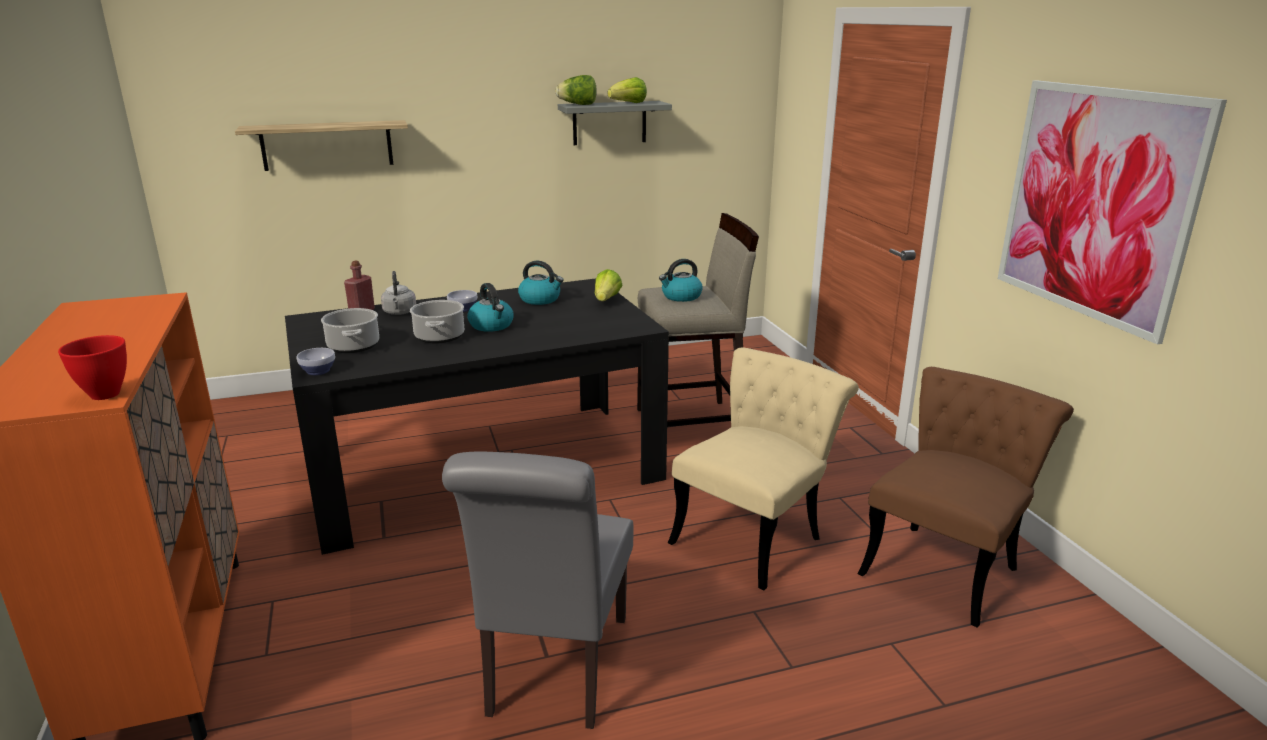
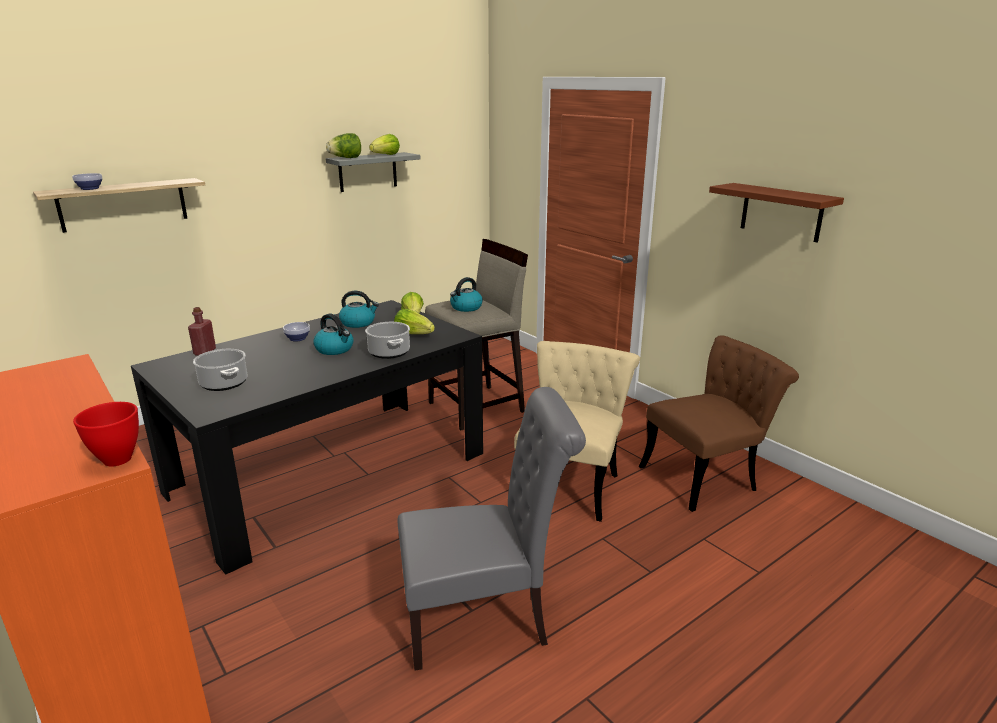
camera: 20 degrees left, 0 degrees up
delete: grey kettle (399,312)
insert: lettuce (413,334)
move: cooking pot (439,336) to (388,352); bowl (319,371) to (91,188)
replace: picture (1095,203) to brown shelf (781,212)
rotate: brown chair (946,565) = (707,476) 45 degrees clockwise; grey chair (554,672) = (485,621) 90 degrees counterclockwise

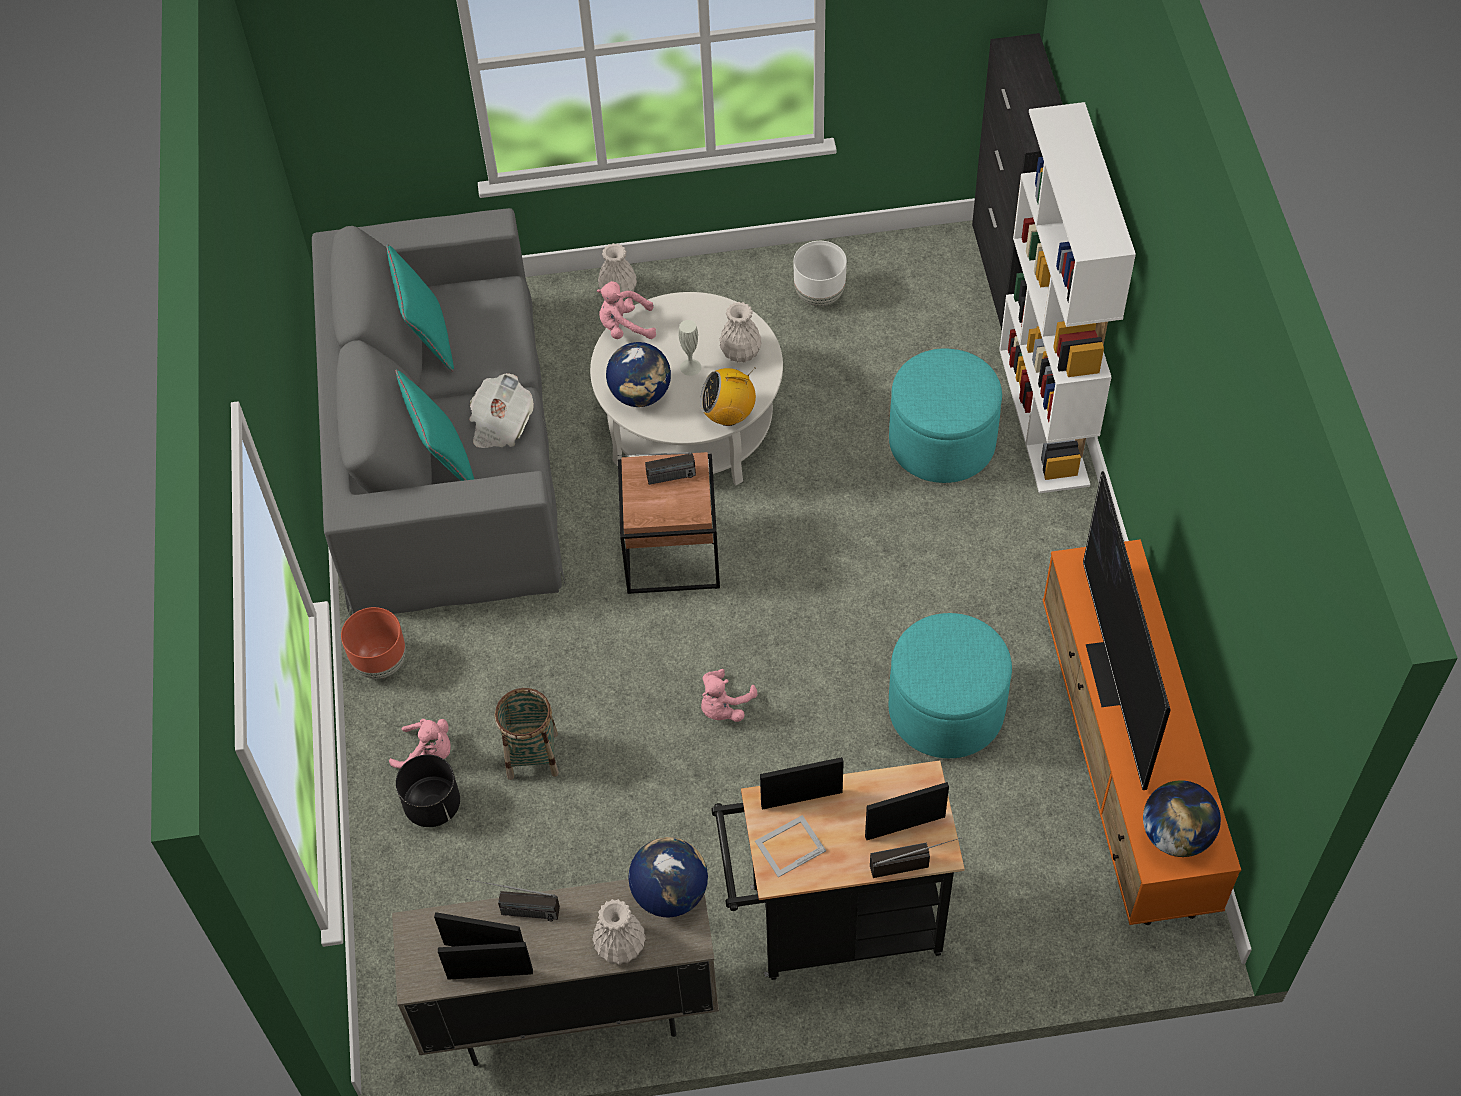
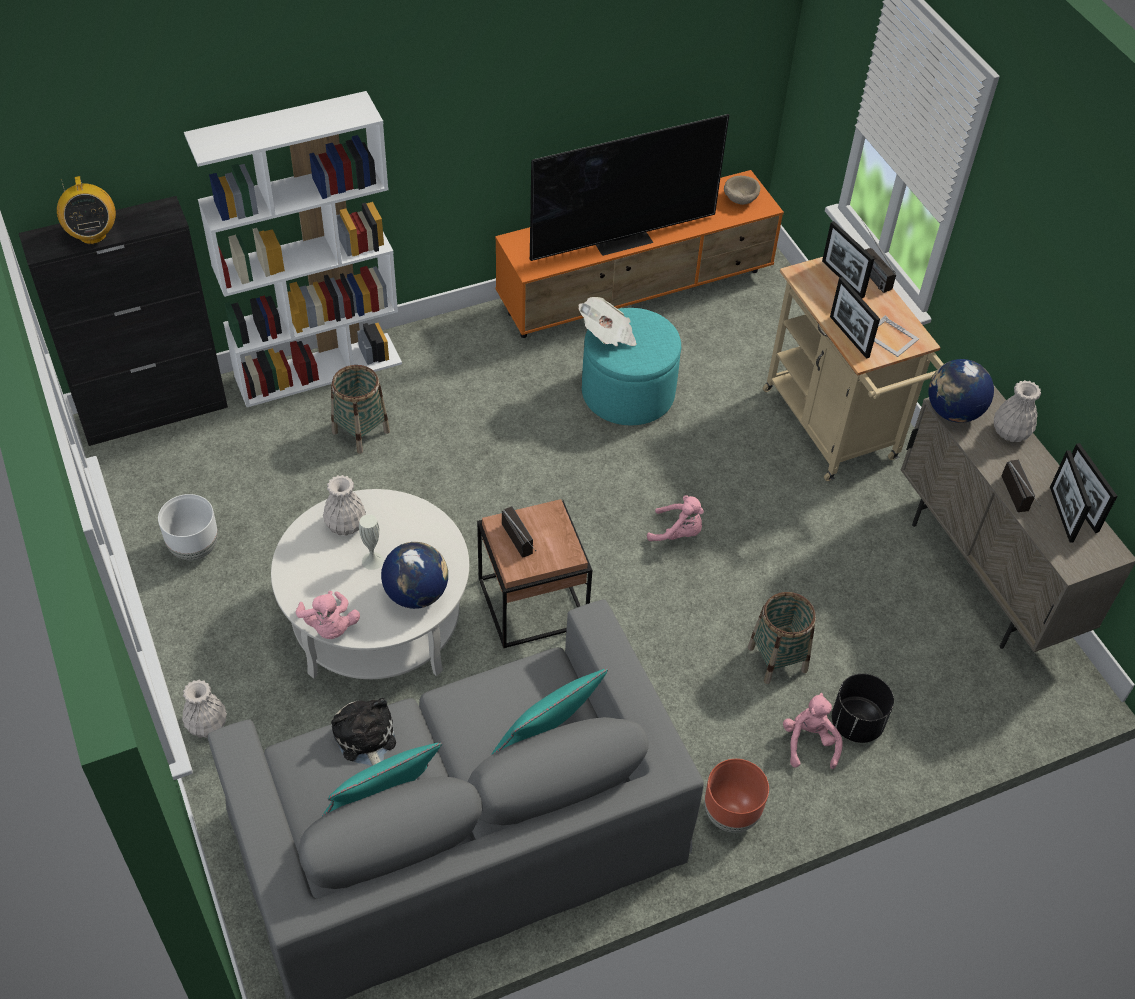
camera: 110 degrees left, 5 degrees down
insert: plush toy (365,740)
move: radio (728,415) to (92,235); newspaper (500,424) to (607,335)
replace: turquoise ottoman (942,442) to basket (361,431); globe (1176,835) to beige bowl (739,199)
recolor: black cart (833,924) to beige cart (835,431)

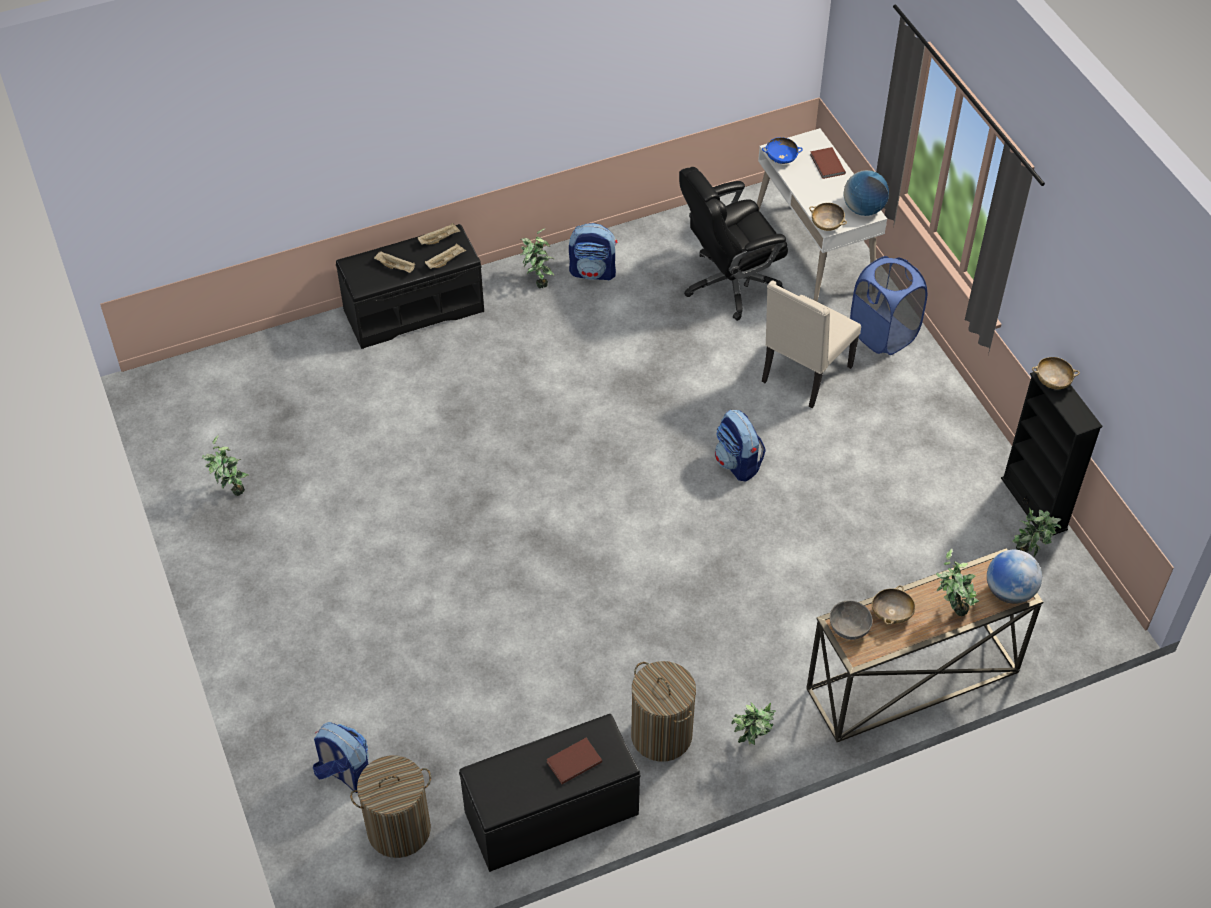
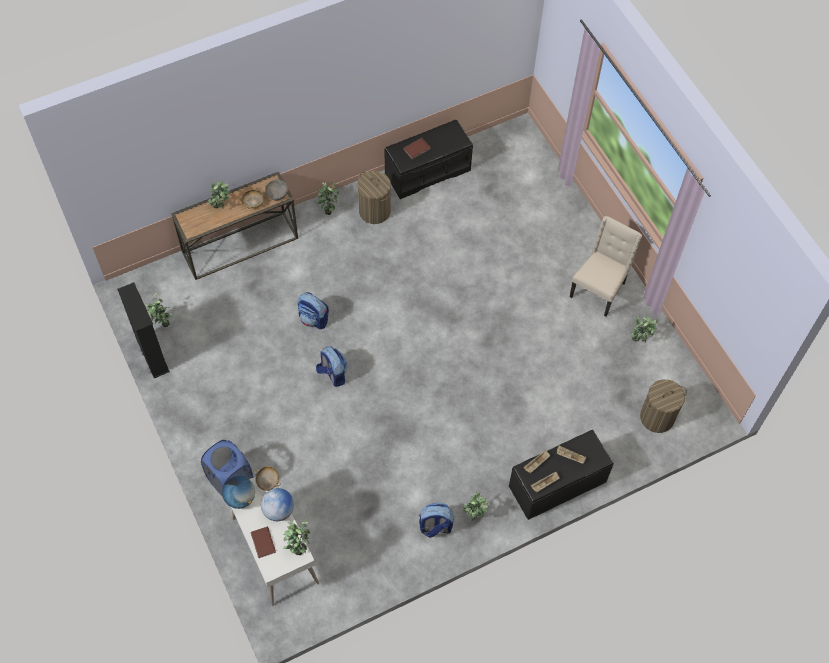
camera: 175 degrees right, 10 degrees up
delete: black office chair (730,284); beige bowl (1052,381)
move: beige chair (804,375) to (598,289); globe (1009,591) to (278,510); backpack (345,773) to (314,319); laundry basket (399,829) to (657,417)
replace: blue bowl (781,159) to potted plant (298,546)

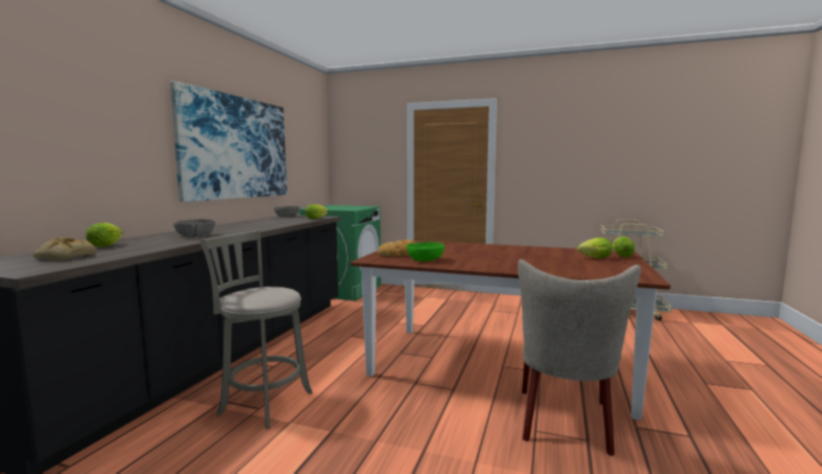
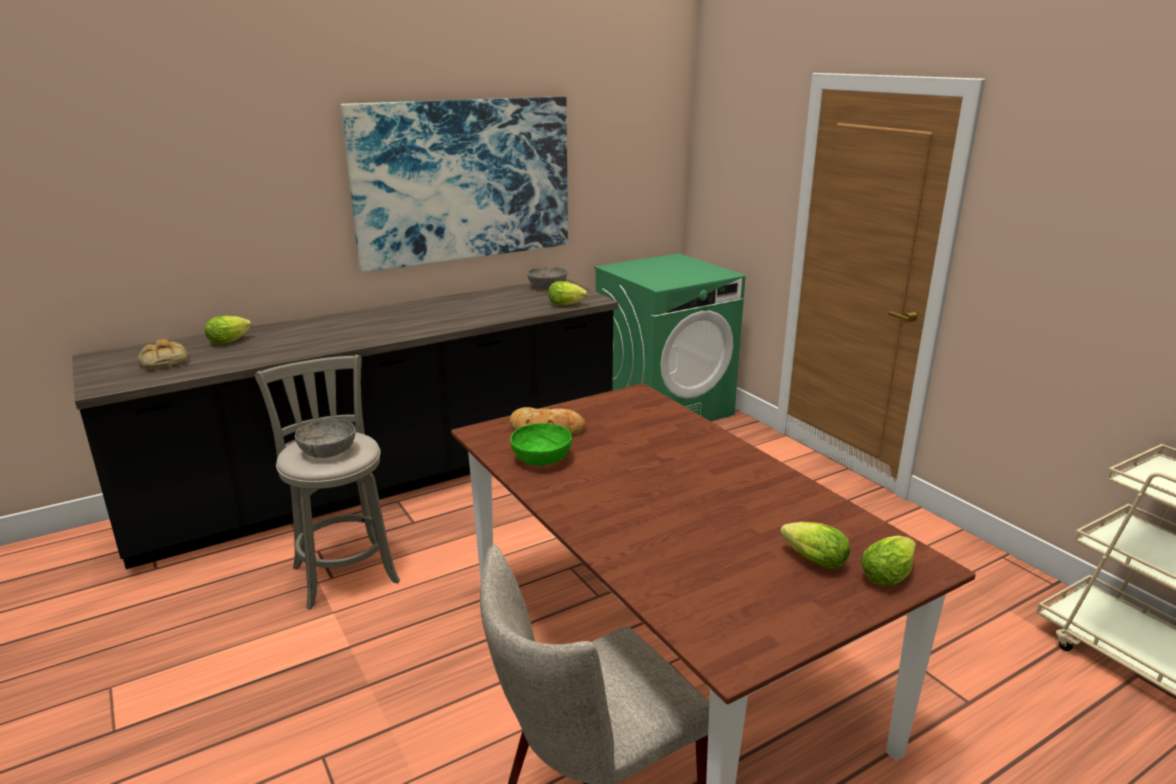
camera: 40 degrees right, 15 degrees up
move: grey bowl (195,235) to (327,451)

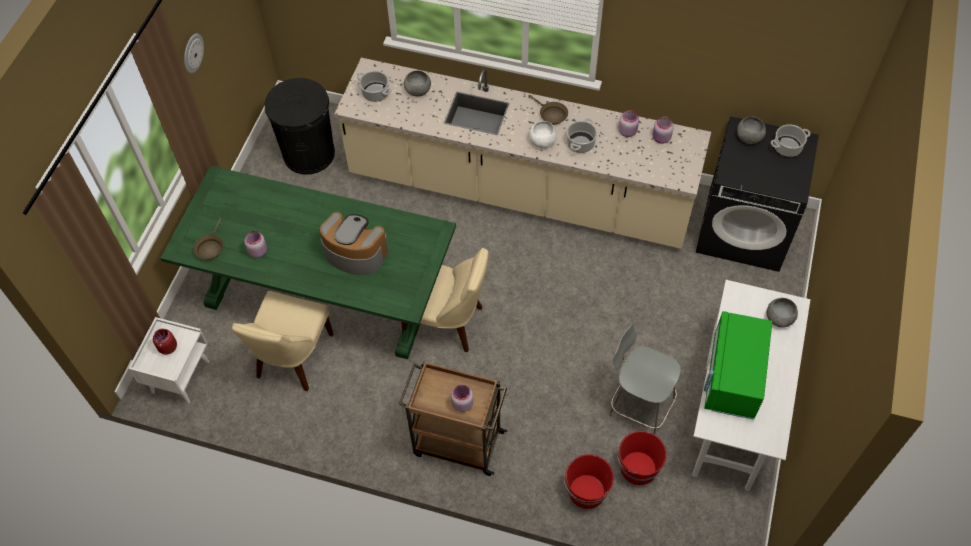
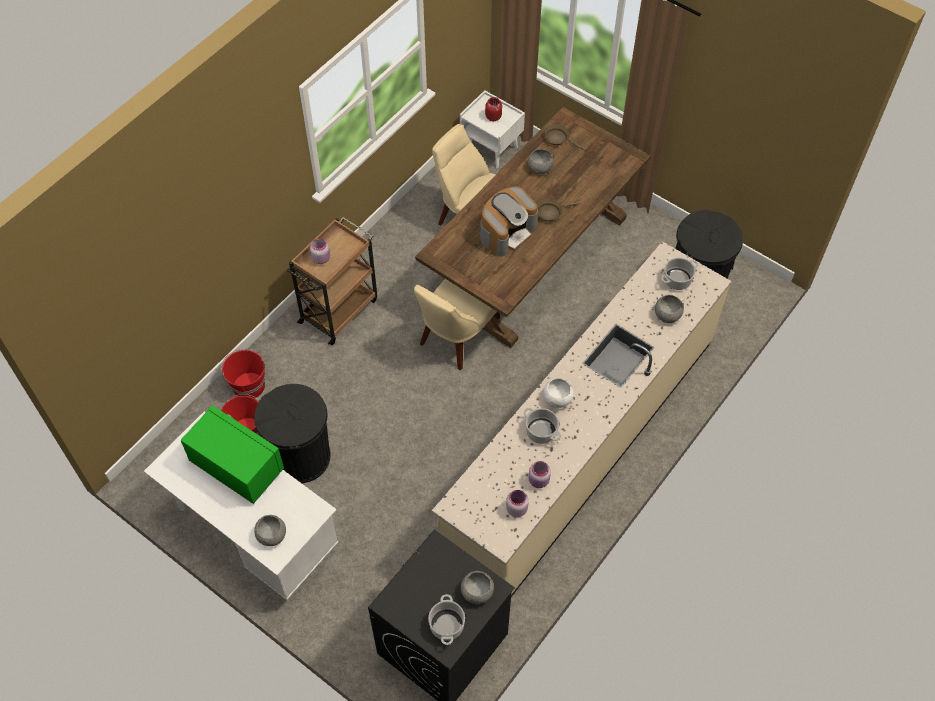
camera: 110 degrees right, 0 degrees up
delete: wall clock (192,53)
move: brown frying pan (551,115) to (551,212)
replace: pink jar (258,251) to grey bowl (540,168); grey stool (639,405) to black trash can (301,457)
recolor: green dining table (322,291) to brown dining table (532,257)

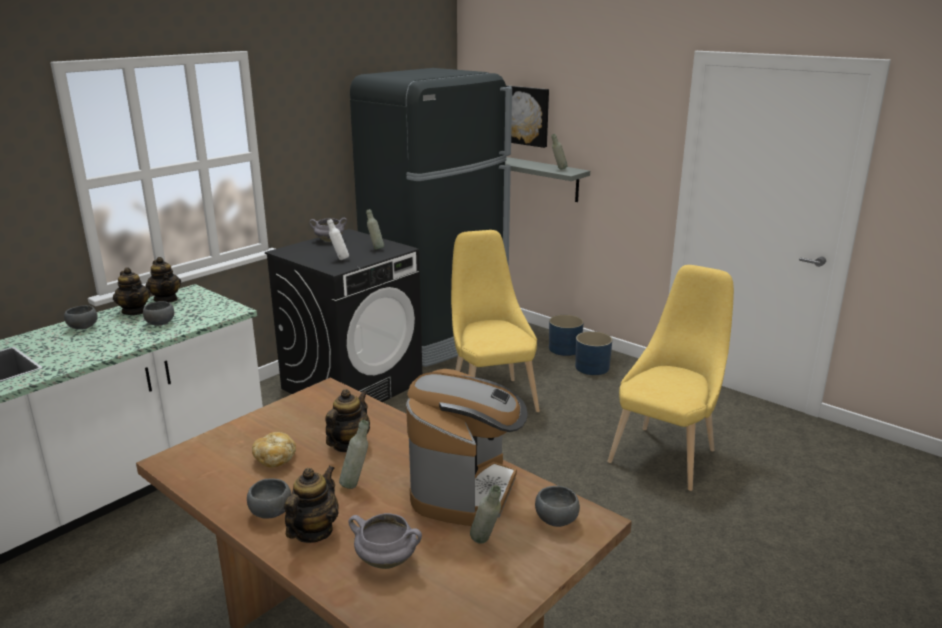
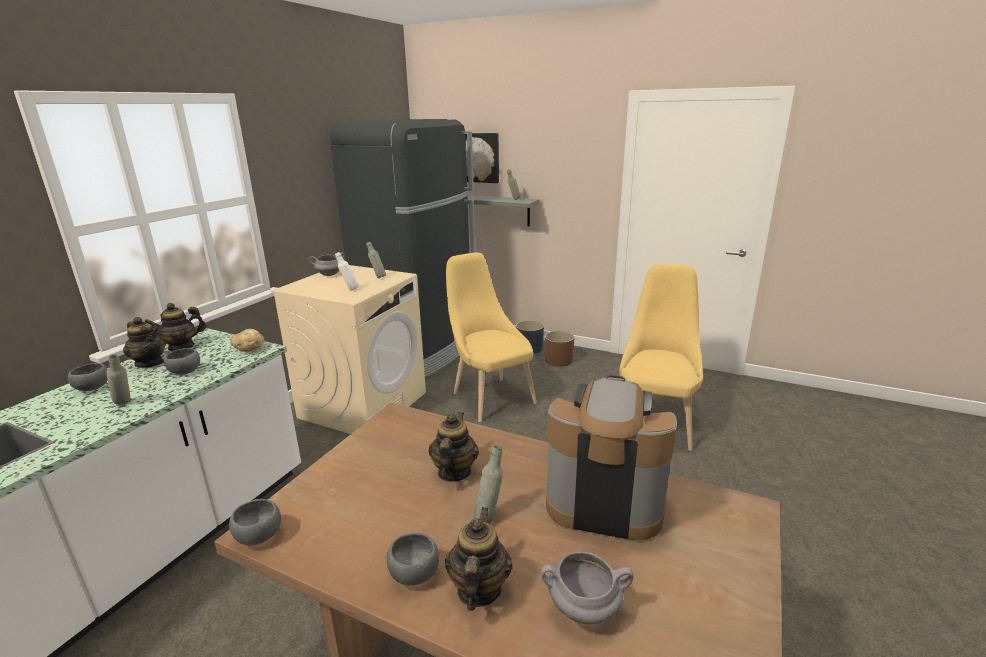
camera: 15 degrees left, 0 degrees up
move: bread (275,459) to (249,348); grey bottle (485,544) to (125,404); grey bowl (556,521) to (258,537)
recolor: black washing machine (352,385) to beige washing machine (364,404); blue planter (592,367) to brown planter (559,360)
rotate: teapot (166,299) = (181,346) 105 degrees clockwise; coffee machine (465,489) = (604,500) 75 degrees counterclockwise

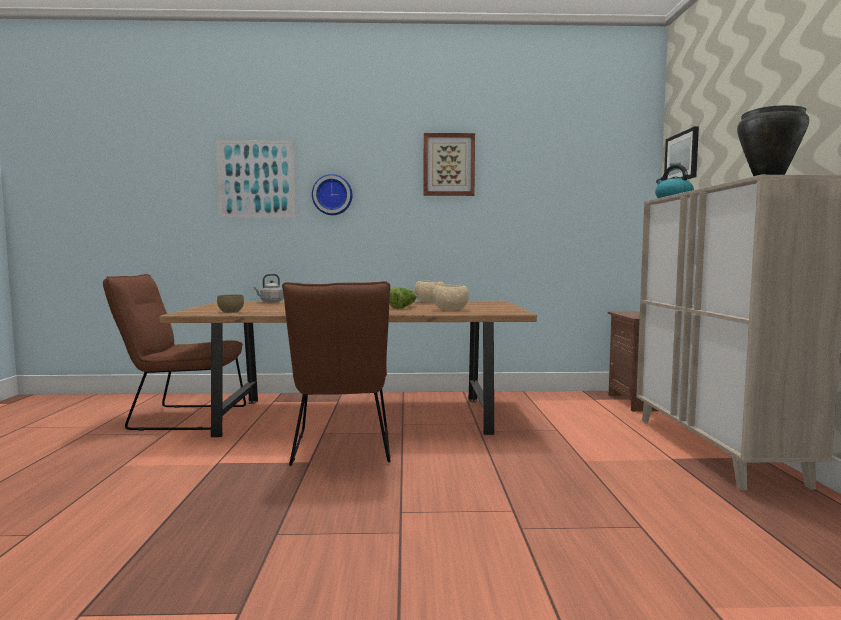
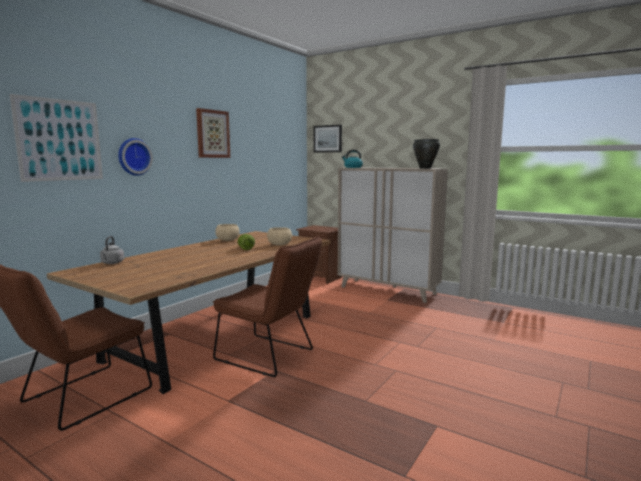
camera: 55 degrees left, 5 degrees up
delete: brown bowl (231,312)

